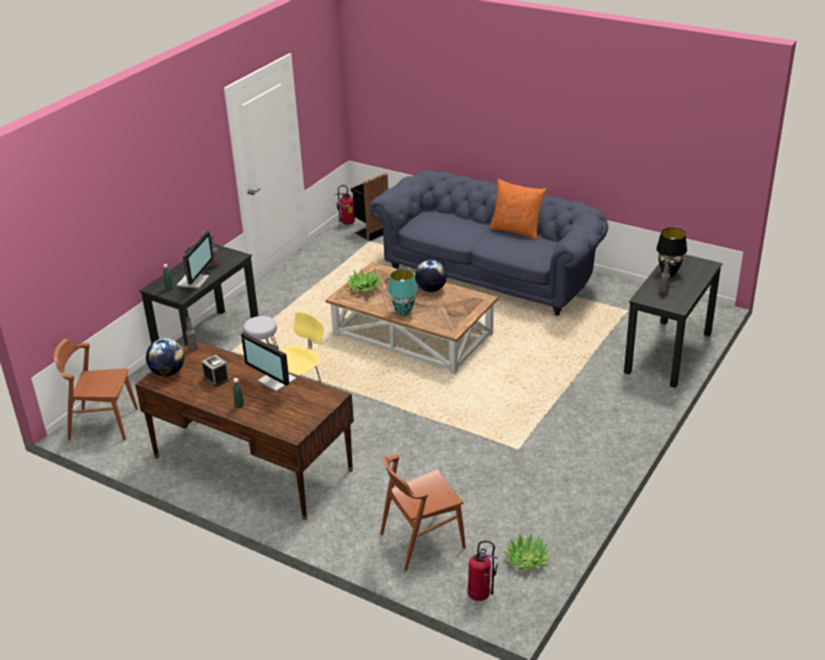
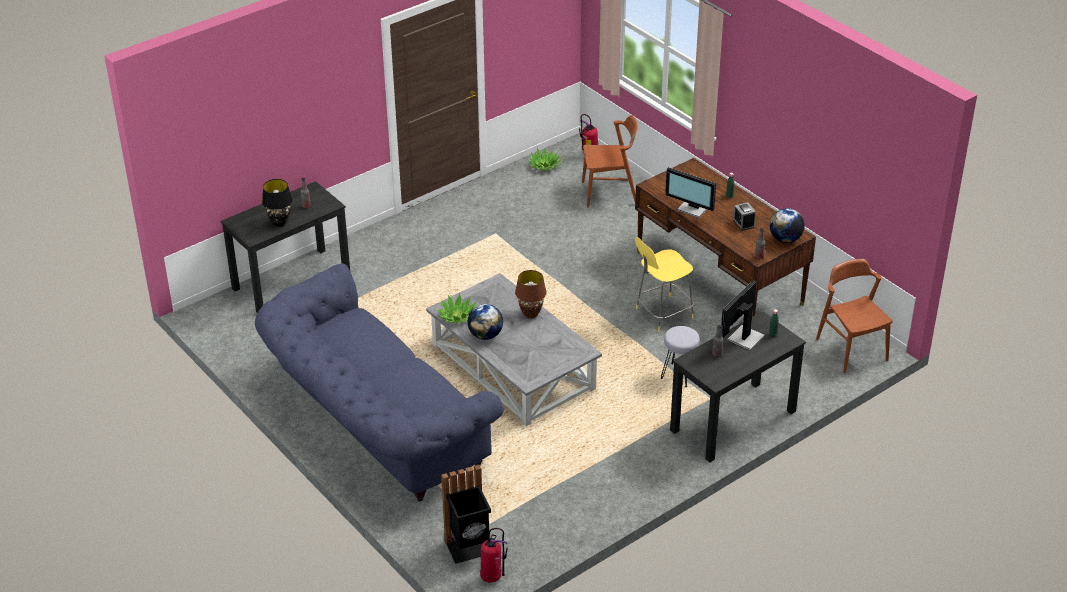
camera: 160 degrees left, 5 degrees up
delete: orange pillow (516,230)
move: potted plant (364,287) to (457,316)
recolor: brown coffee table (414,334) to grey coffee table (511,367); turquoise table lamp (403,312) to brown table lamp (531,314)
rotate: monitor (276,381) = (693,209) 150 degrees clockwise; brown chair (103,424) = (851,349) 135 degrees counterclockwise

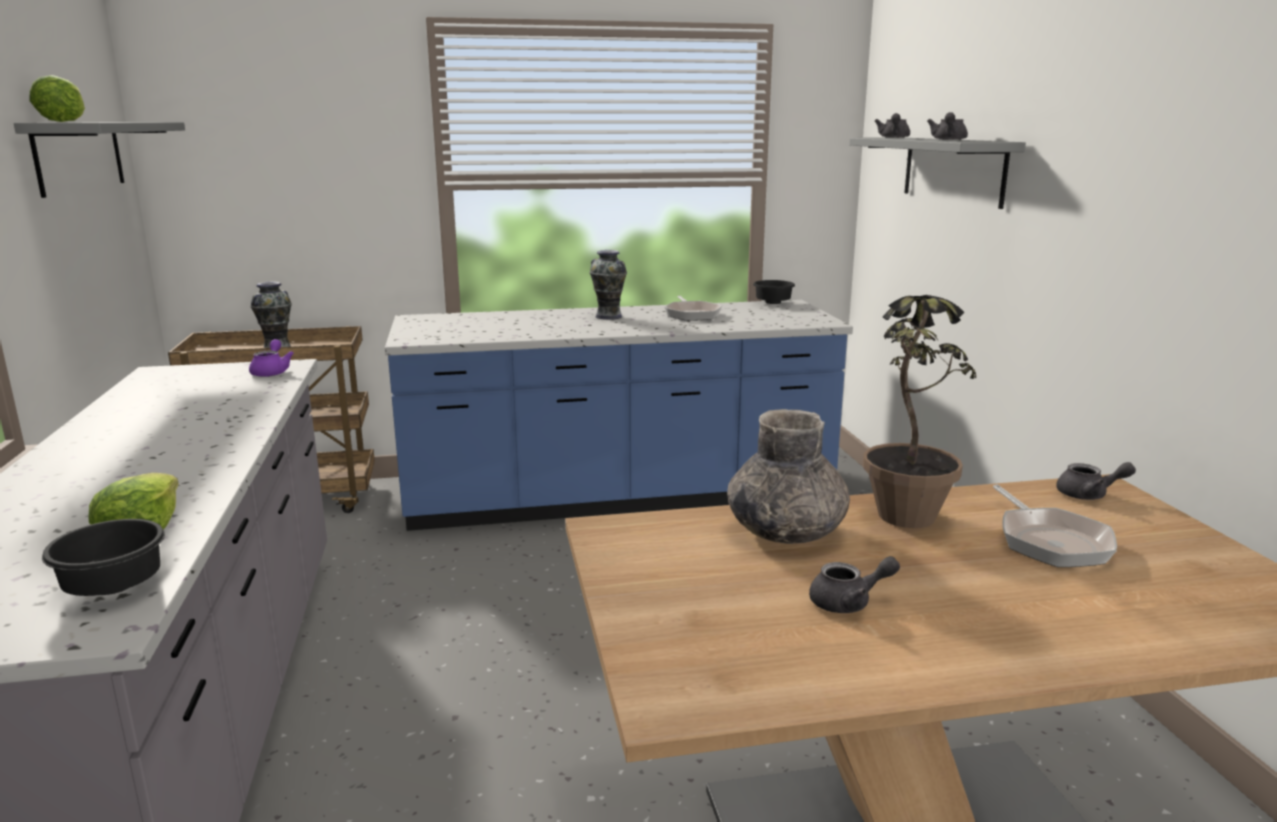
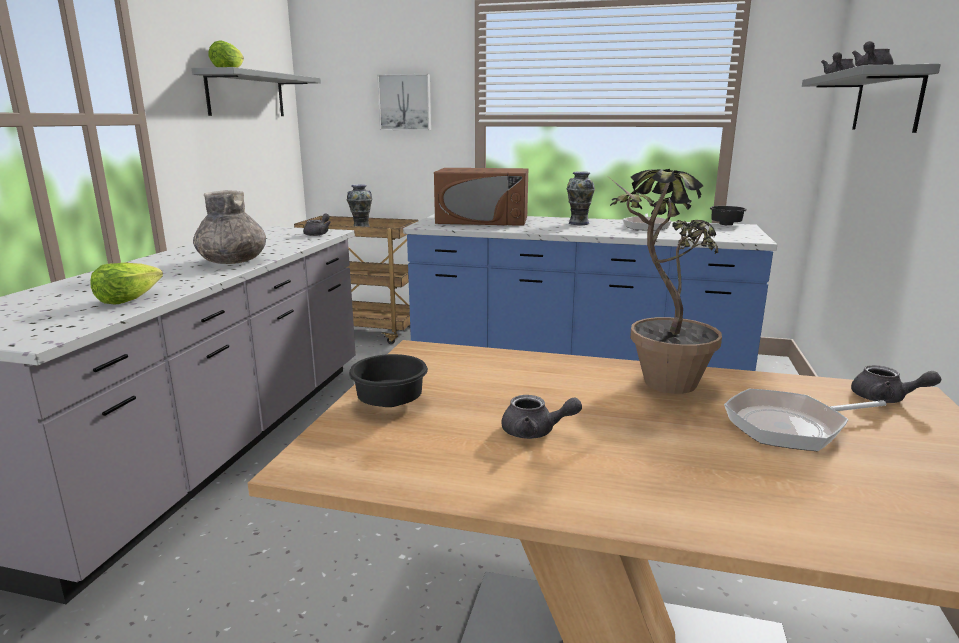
camera: 25 degrees right, 0 degrees up
insert: picture (405,102); brown microwave (483,220)
move: grey vase (785,531) to (233,261); black bowl (116,585) to (391,401)
recolor: purple teapot (272,372) to grey teapot (318,234)
rotate: frying pan (1050,541) = (791,426) 60 degrees clockwise

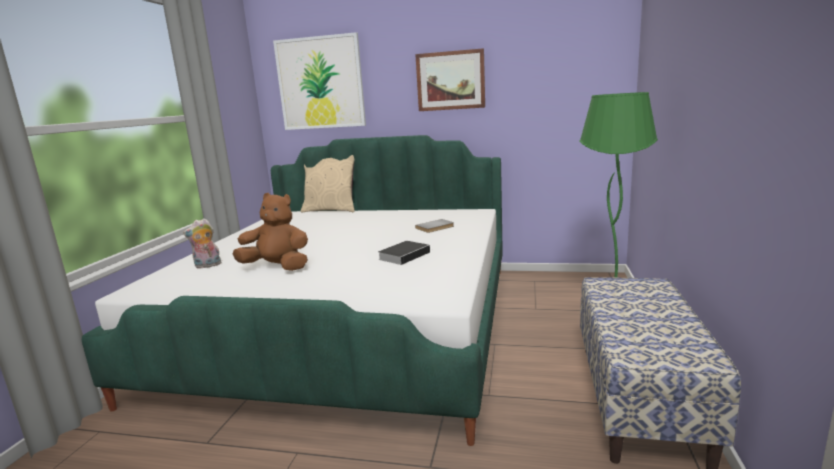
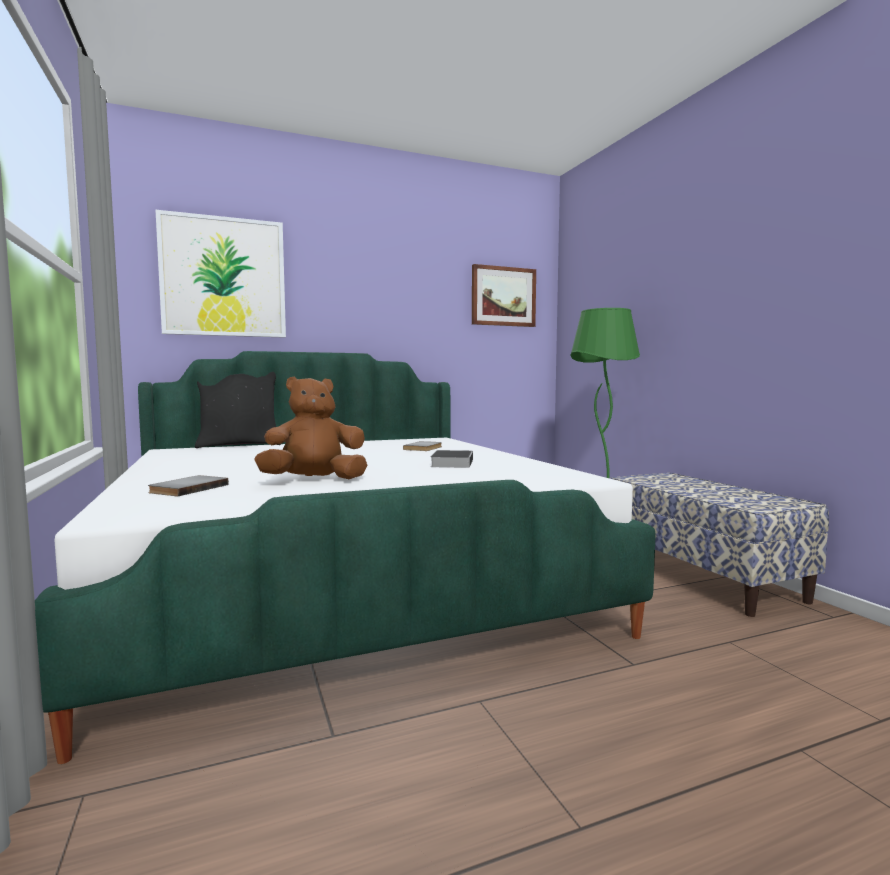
camera: 35 degrees left, 10 degrees down
move: picture (450,80) to (503,296)
replace: plush toy (207,266) to grey book (187,488)
recolor: beige pillow (331,210) to black pillow (239,445)

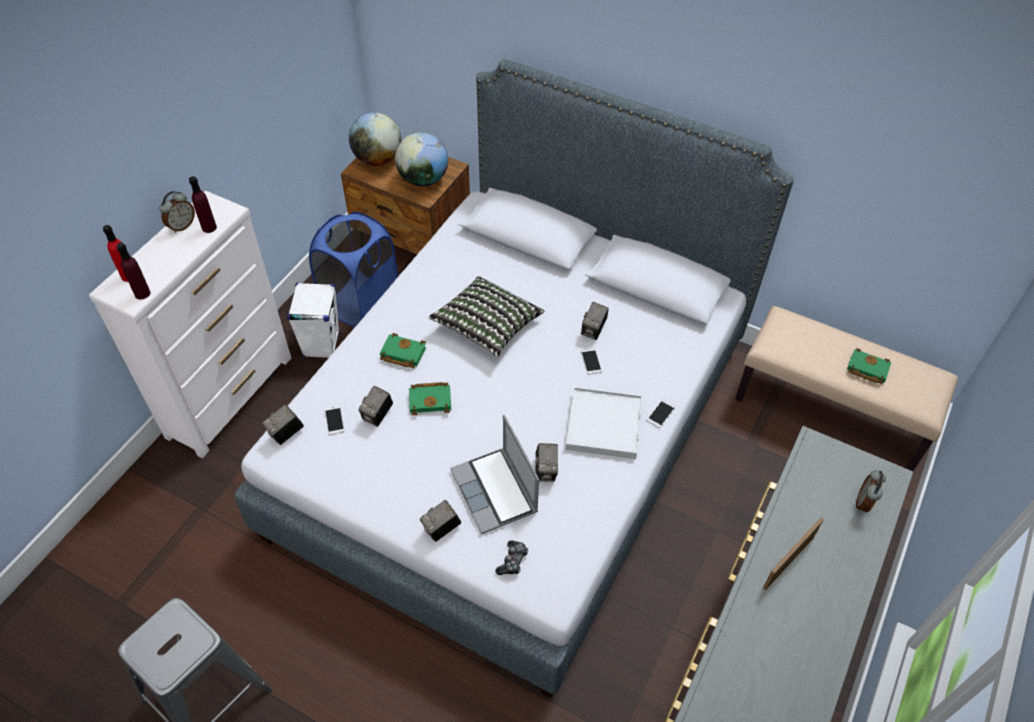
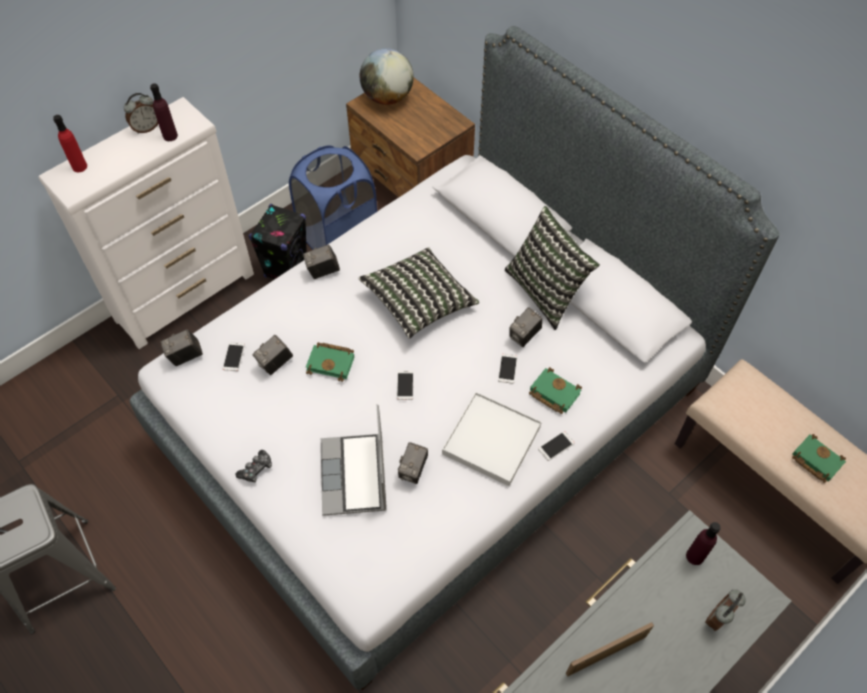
camera: 20 degrees right, 5 degrees up
delete: globe (423,179)
insert: pillow (546,290); phone (405,385)
move: purple bottle (142,293) to (695,556); green book (401,354) to (552,393); photo camera (441,529) to (323,271); game controller (513,561) to (256,469)
recolor: white speaker (321,344) to black speaker (286,269)

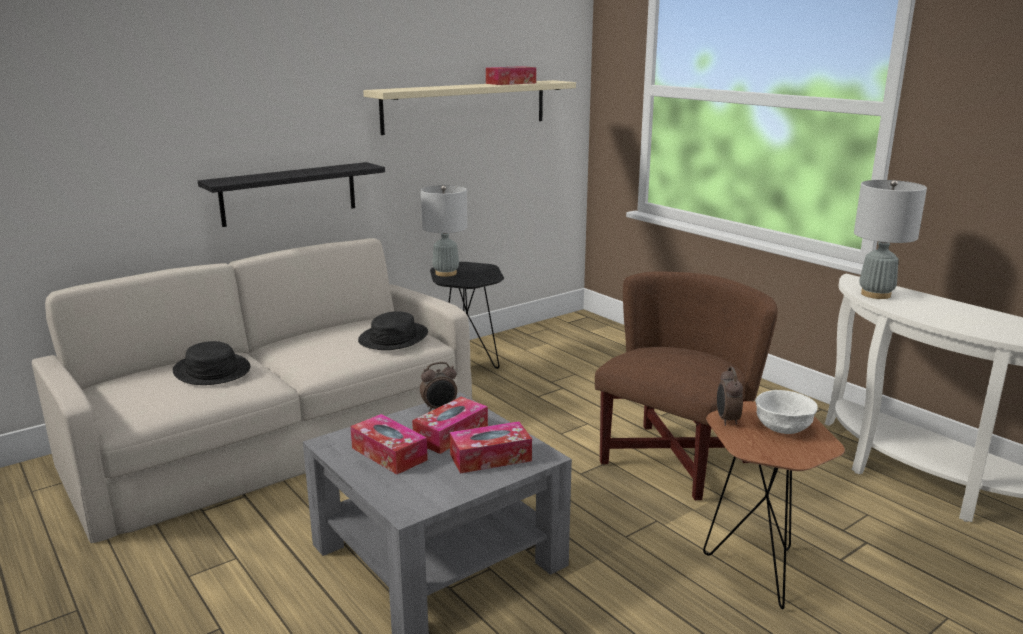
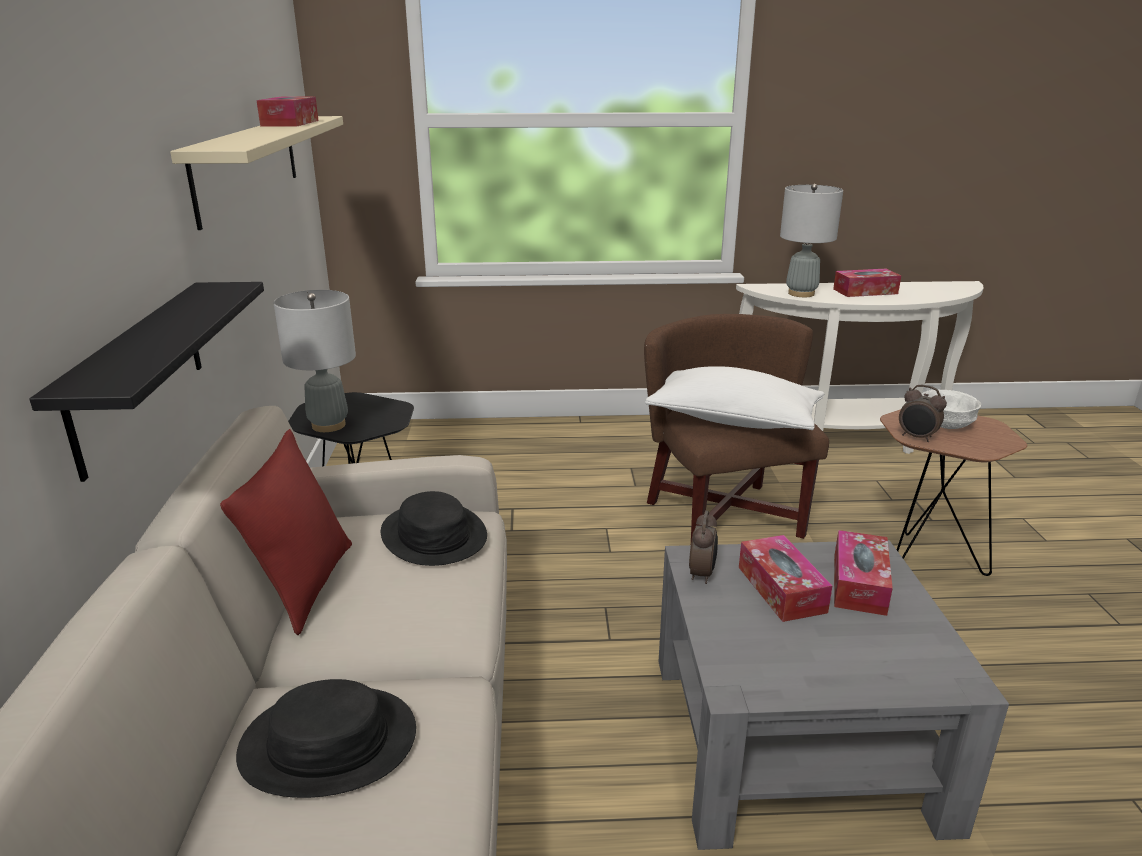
camera: 55 degrees left, 5 degrees up
insert: white pillow (733,420); red pillow (306,585)
move: tissue box (389,454) to (865,291)

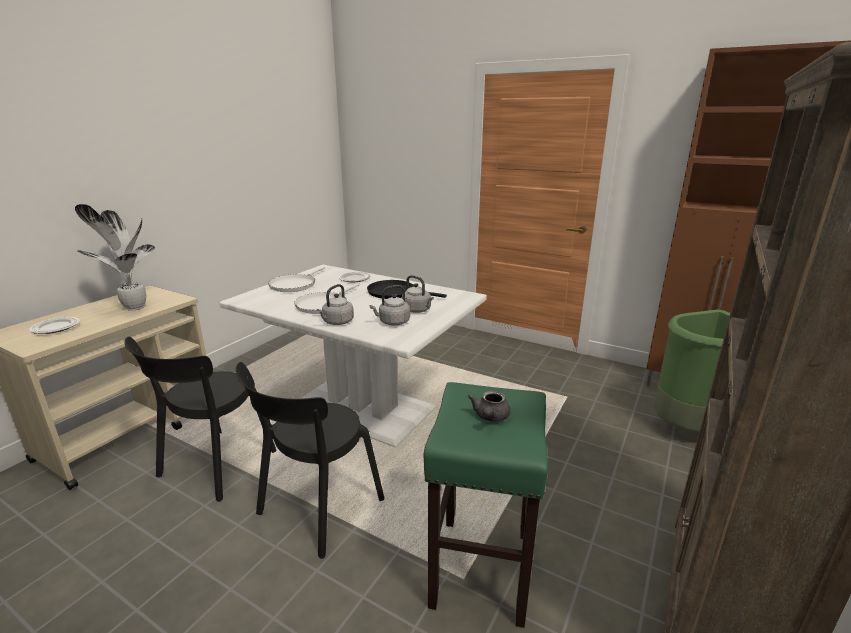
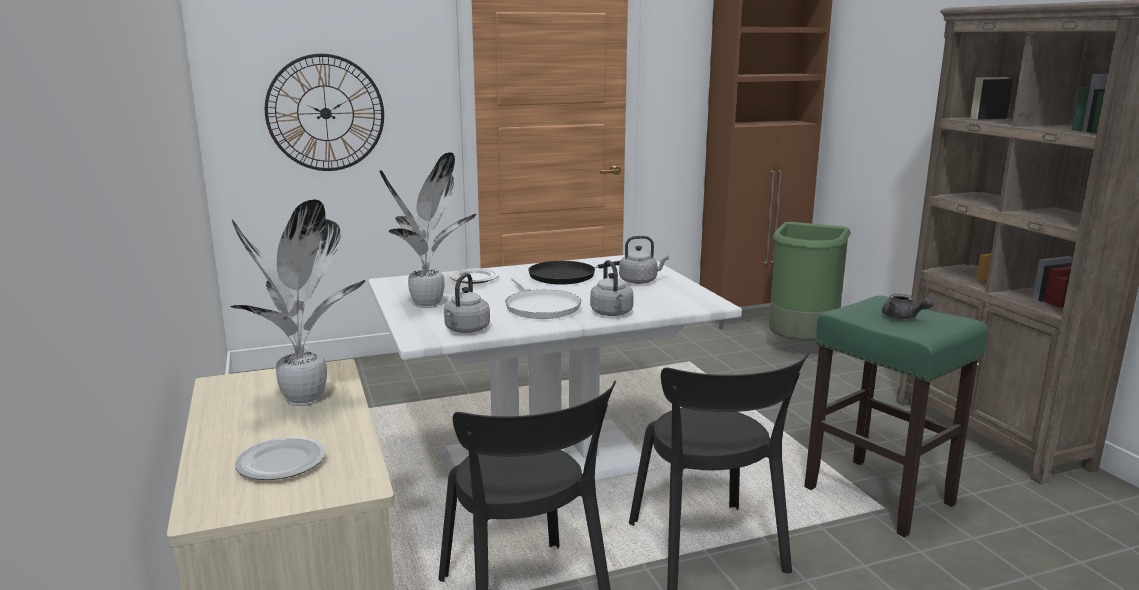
camera: 50 degrees left, 5 degrees down
insert: wall clock (325,113)
move: grey kettle (392,322) to (466,330)
replace: white frying pan (294,285) to potted plant (429,305)

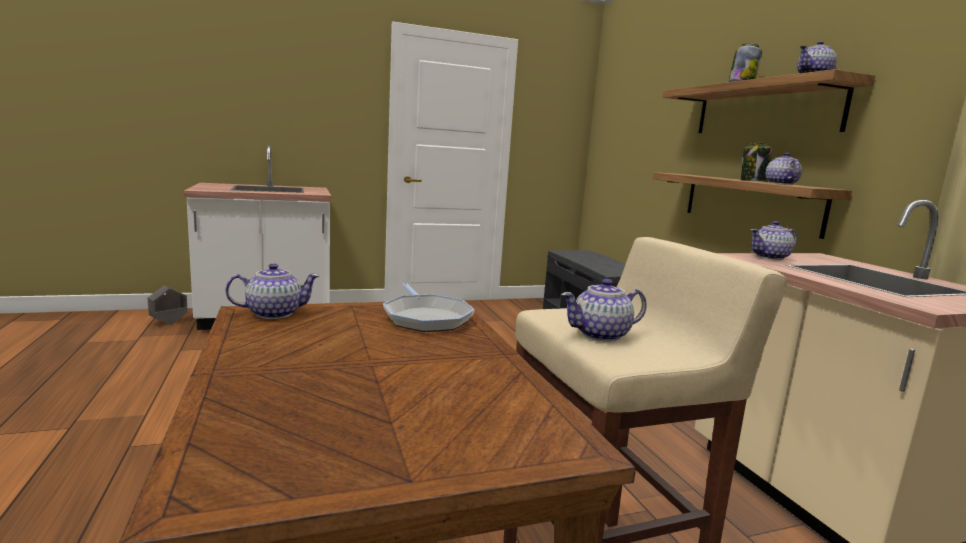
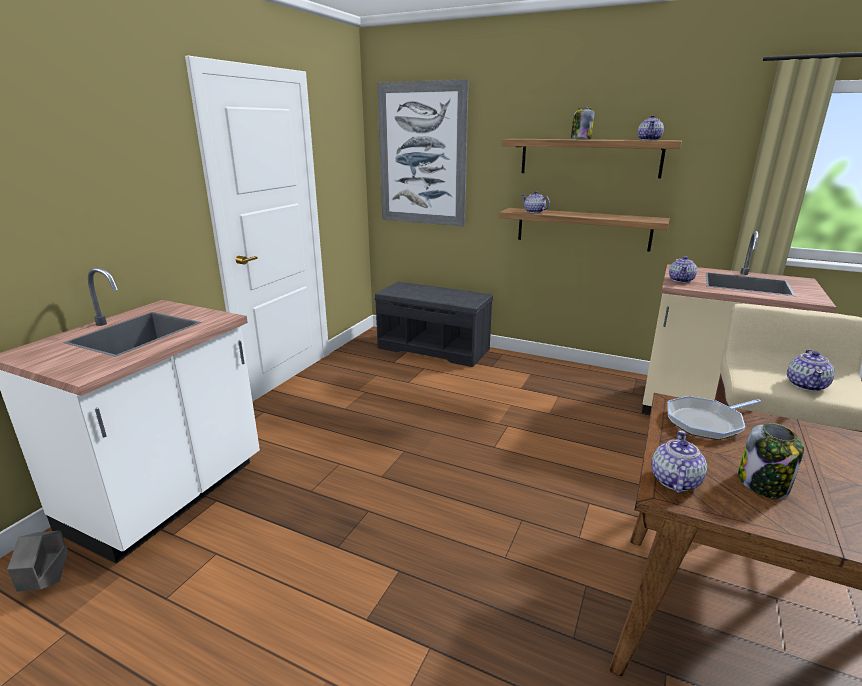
camera: 45 degrees left, 10 degrees up
insert: picture (422,155)
move: jar (753,181) to (763,484); teapot (781,184) to (534,212)
rotate: frying pan (426,318) = (706,422) 135 degrees clockwise

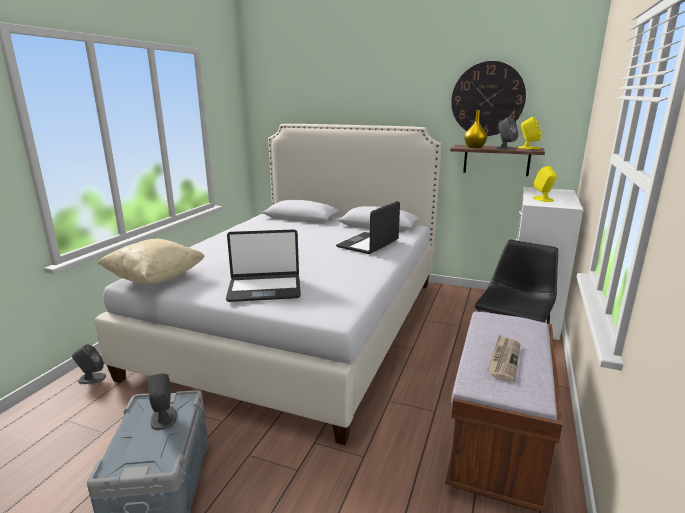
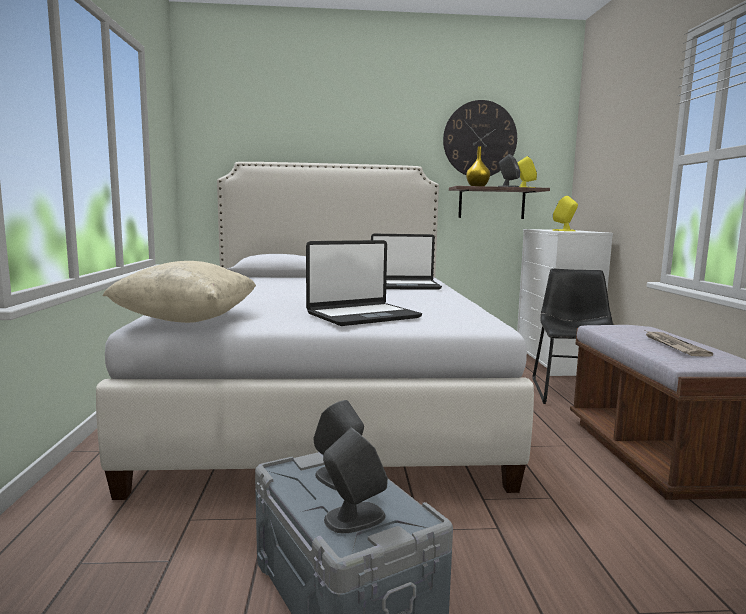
camera: 25 degrees left, 10 degrees down
move: grey speaker (91,378) to (354,518)
rotate: laptop (368,244) = (404,286) 105 degrees counterclockwise

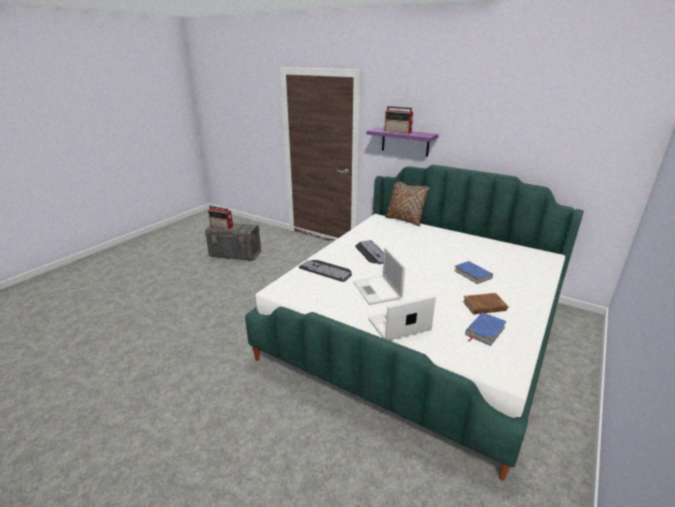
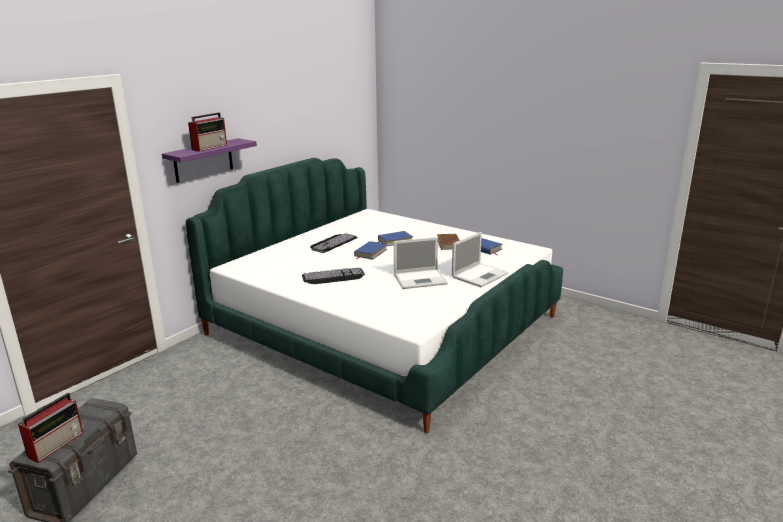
camera: 85 degrees left, 5 degrees down
delete: brown pillow (404,220)
insert: blue book (370,253)
move: keyboard (327,270) to (332,242)
rotate: laptop (398,325) = (480,275) 120 degrees counterclockwise

